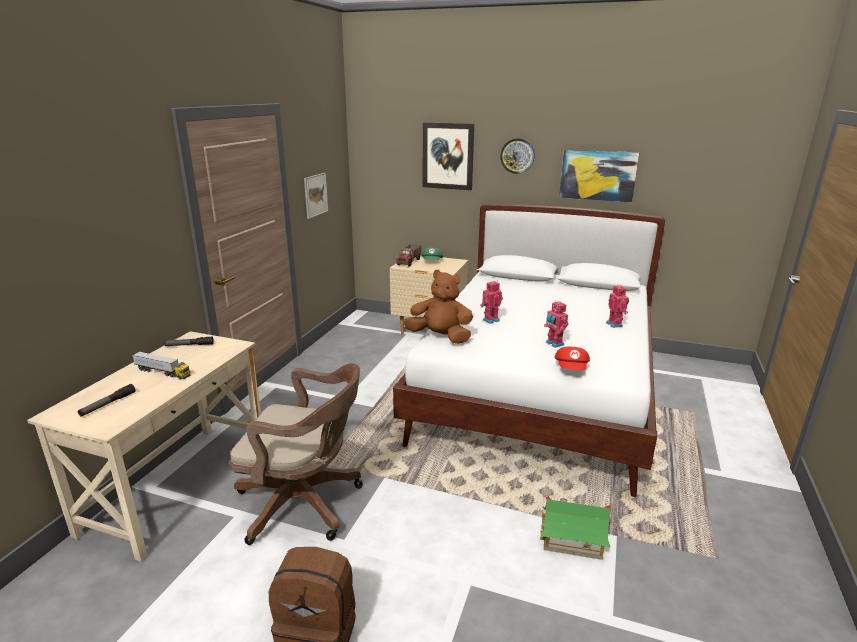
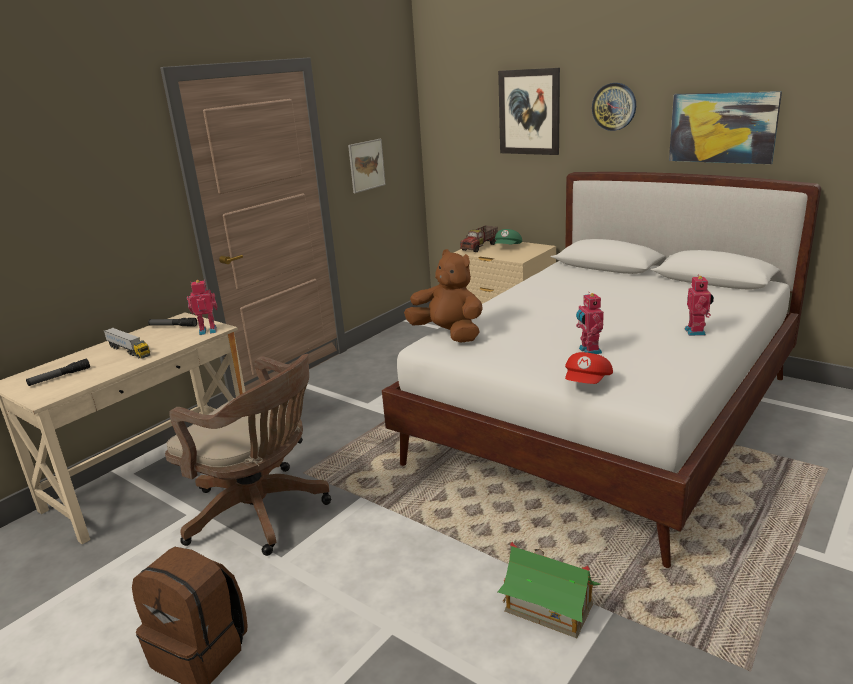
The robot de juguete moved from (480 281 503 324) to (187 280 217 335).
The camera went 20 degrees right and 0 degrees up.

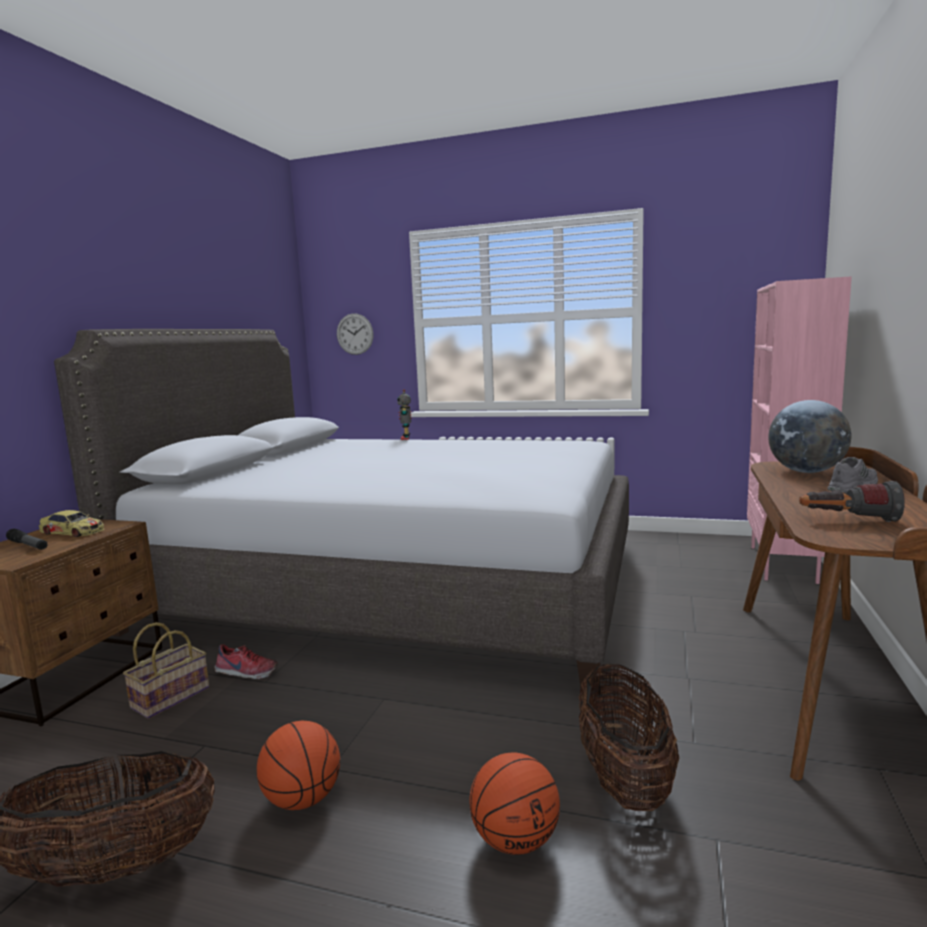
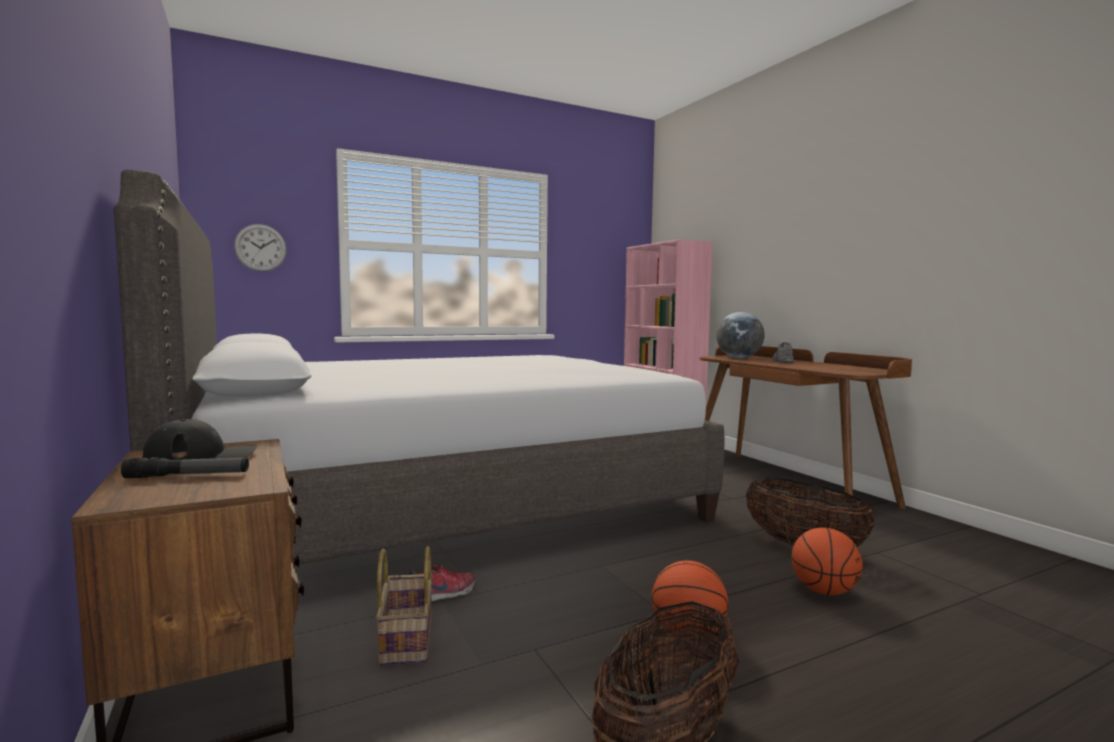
The robot de juguete at (397 389 412 440) disappeared.
The linterna at (799 481 905 522) disappeared.
The coche de juguete at (39 510 104 537) was replaced by the gorra (negro) at (142 419 257 460).
The camera went 45 degrees left and 5 degrees down.

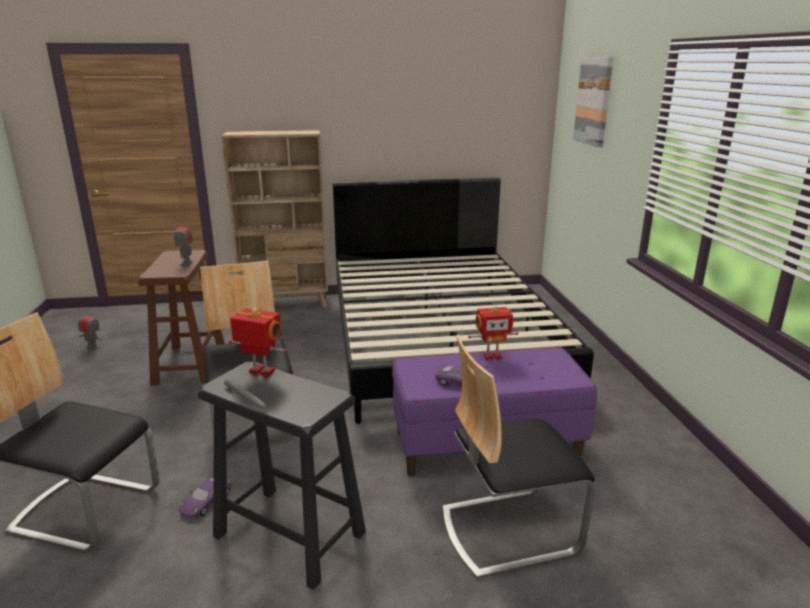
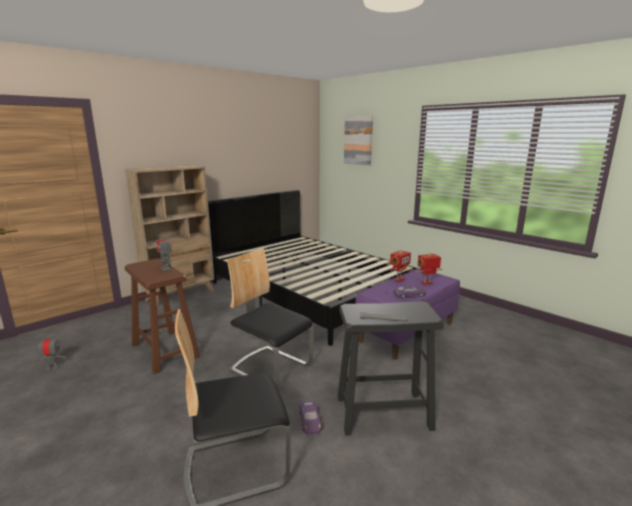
The silla at (443 335 595 579) disappeared.
The robot de juguete moved from (229 308 288 377) to (415 253 442 285).
The camera went 35 degrees left and 5 degrees down.

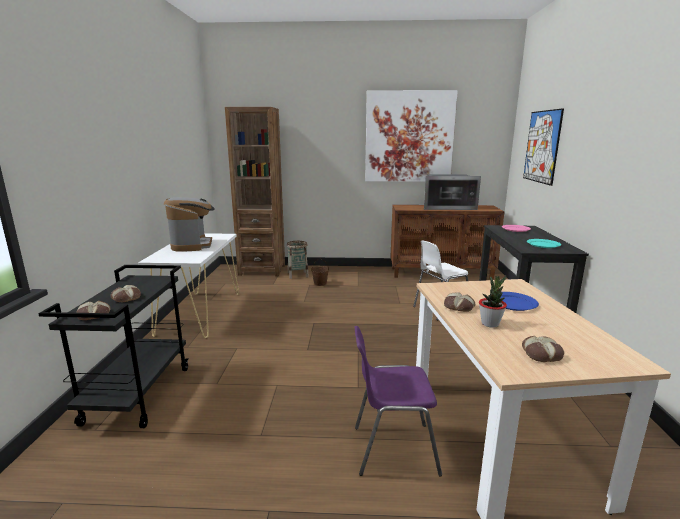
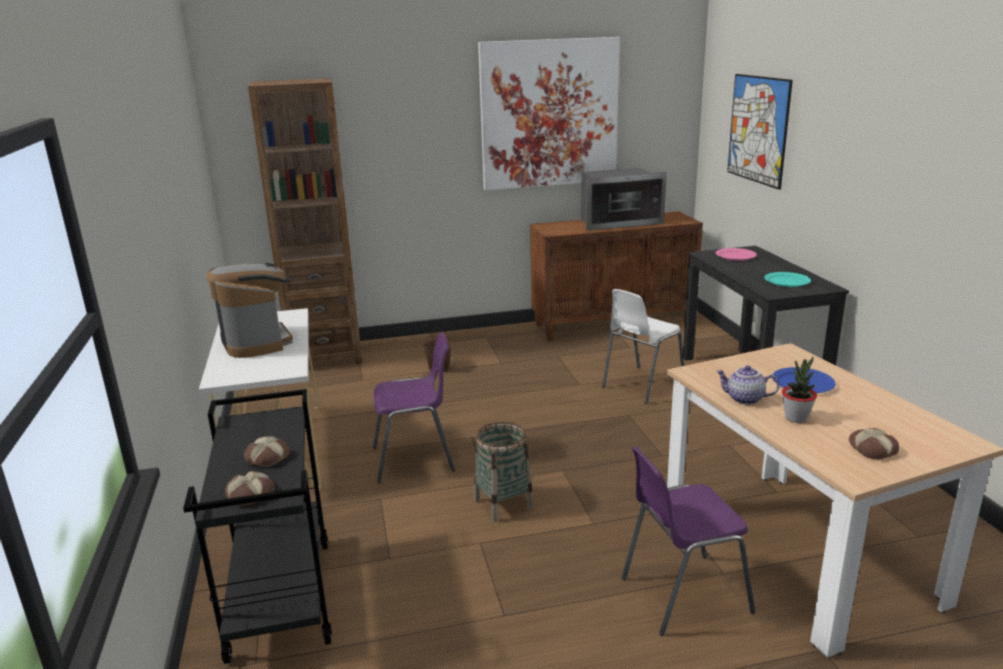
The silla (morado) at (373 333 455 483) appeared.
The cesta moved from (287 241 309 279) to (474 422 534 522).
The pan at (444 292 475 312) was replaced by the tetera at (716 366 779 405).
The camera went 15 degrees left and 5 degrees up.

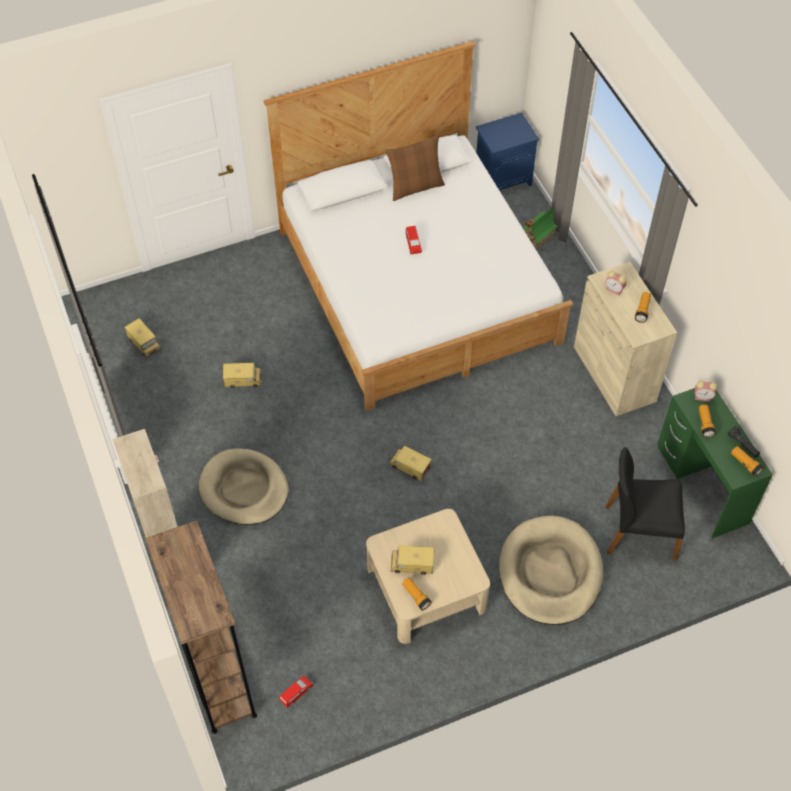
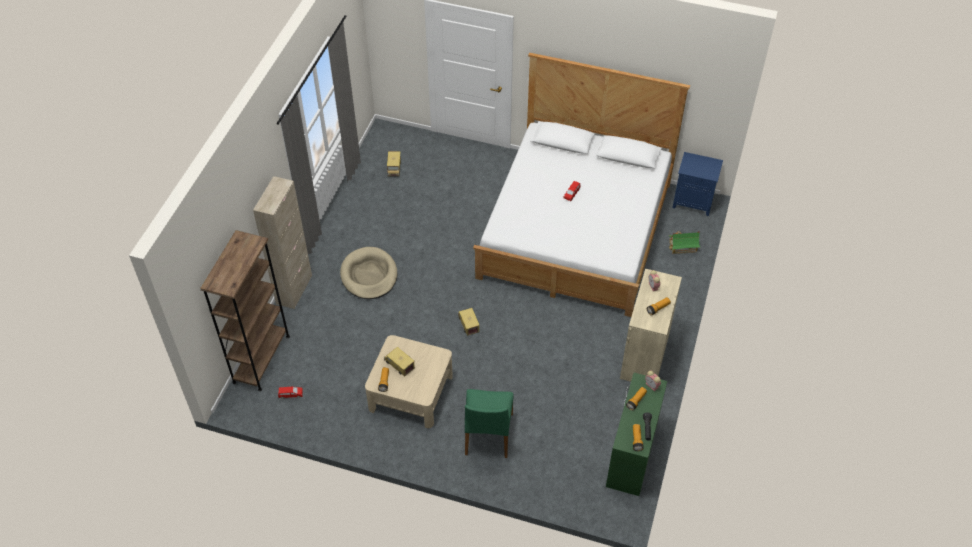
The camión de juguete at (223 363 261 388) disappeared.
The cojín (marrón) at (385 134 445 201) disappeared.
The silla (negro) at (606 447 685 561) disappeared.
The cama para perro (beis) at (499 516 603 625) was replaced by the silla (verde) at (465 389 514 458).
The camera went 40 degrees right and 5 degrees down.

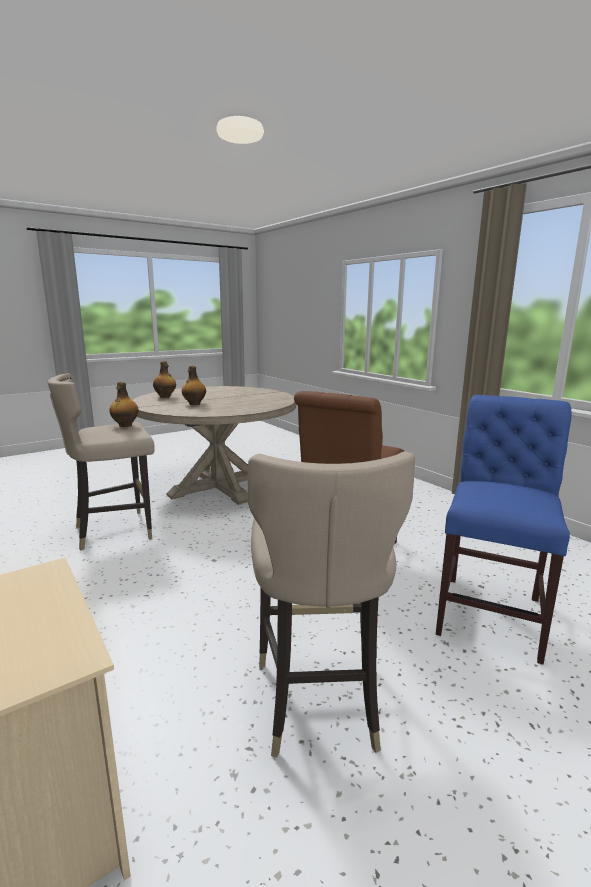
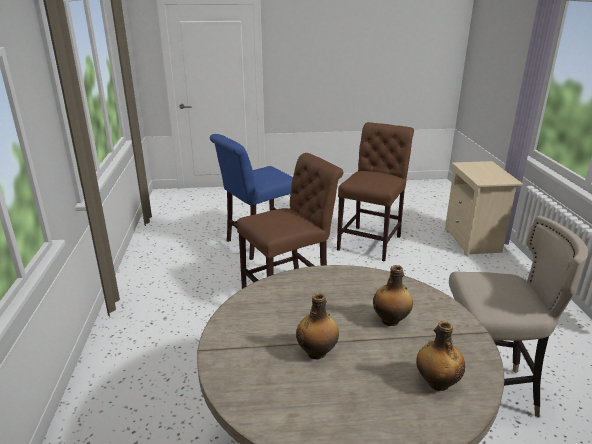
The botella moved from (109 382 139 427) to (296 293 339 359).
The taburete (beis) at (247 451 415 758) was replaced by the silla (marrón) at (337 122 414 262).
The camera went 150 degrees left and 10 degrees up.

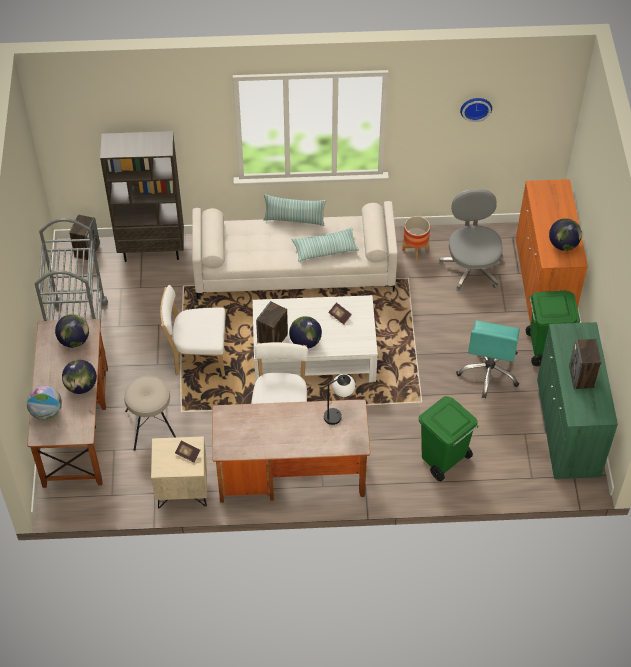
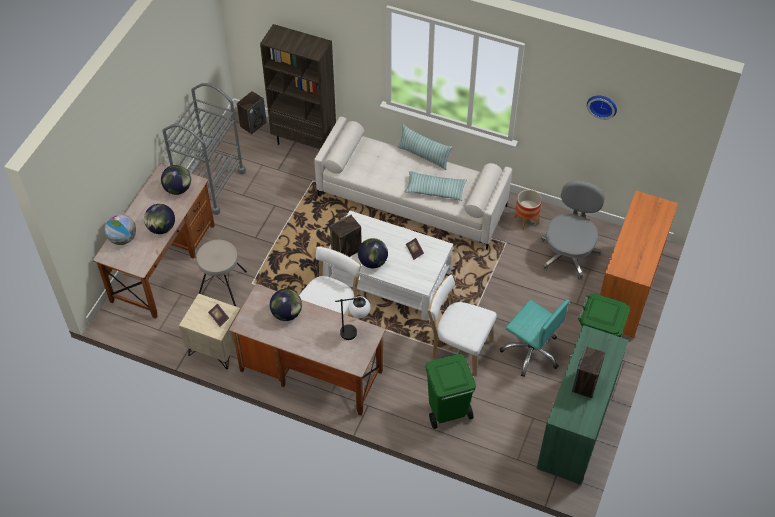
The silla (blanco) moved from (160 285 227 376) to (428 275 497 375).
The globo terráqueo moved from (549 218 582 251) to (270 289 302 321).
The silla de oficina (turquesa) at (456 320 520 398) turned 90 degrees counterclockwise.
The camera went 25 degrees right and 0 degrees up.

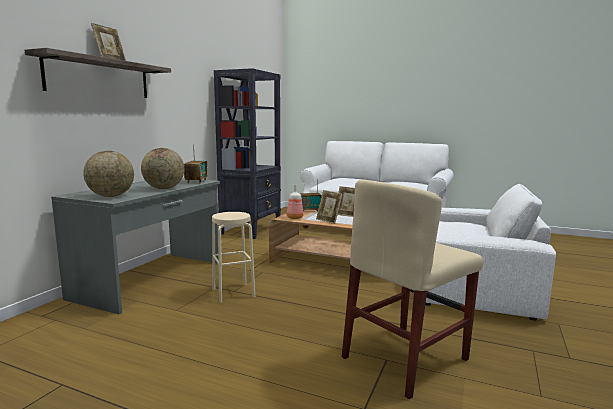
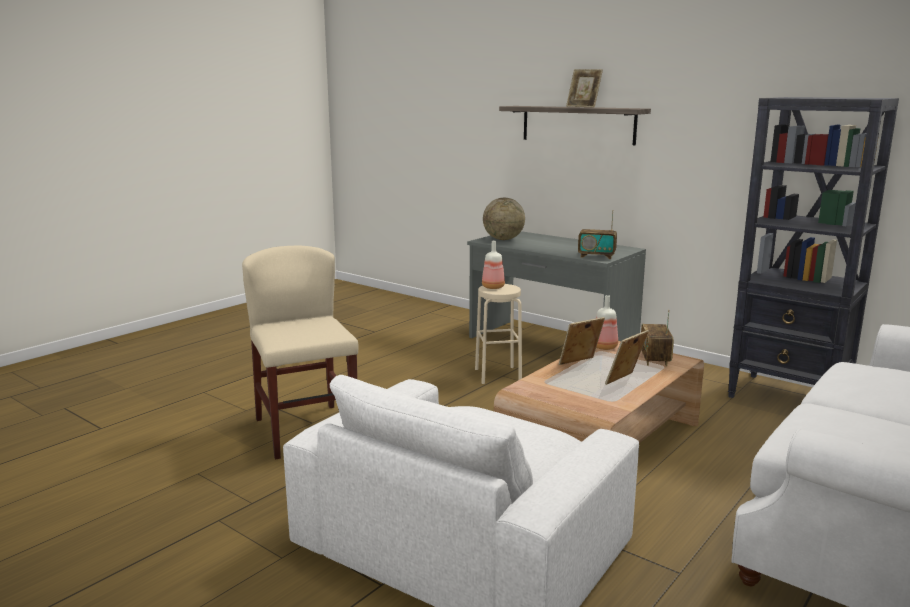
The globo terráqueo at (141 148 184 189) disappeared.
The botella at (482 241 505 289) appeared.
The camera went 105 degrees right and 5 degrees up.

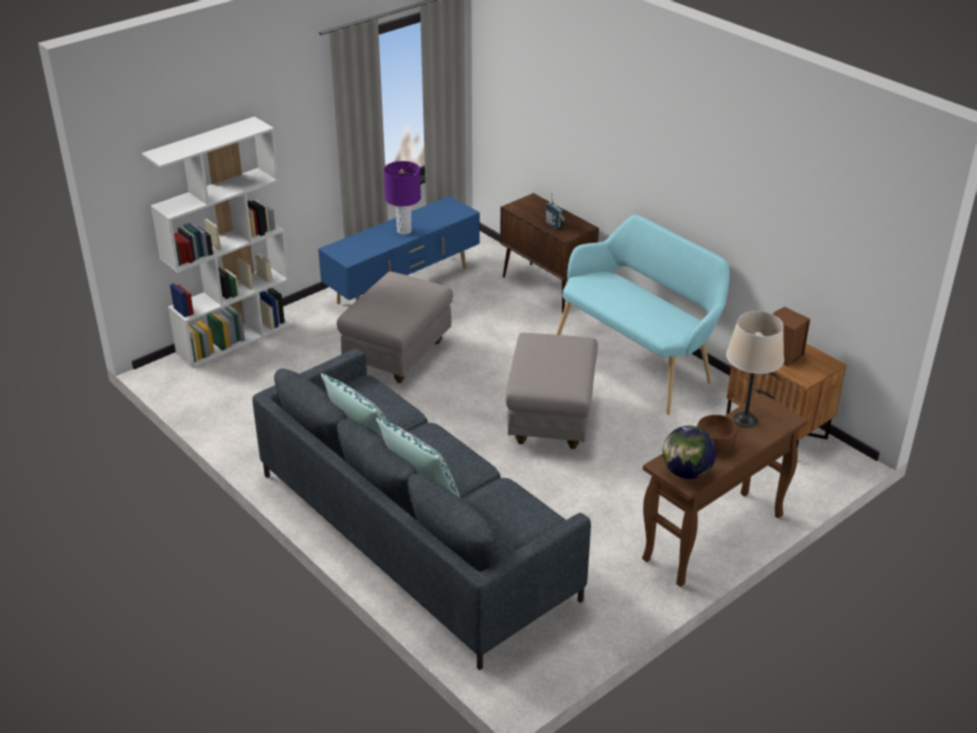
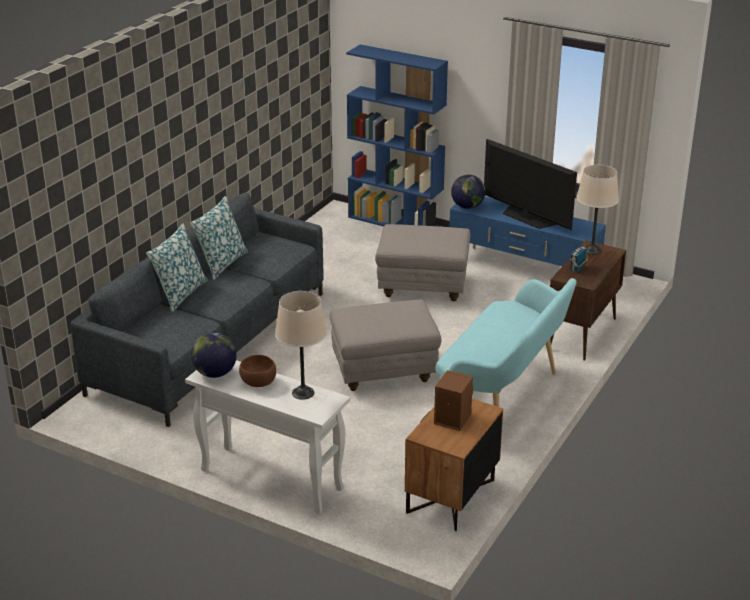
The globo terráqueo at (451 175 485 209) appeared.
The lámpara de mesa (beis) at (576 165 619 255) appeared.
The lámpara de mesa (morado) at (384 161 421 234) was replaced by the televisor at (484 139 577 230).
The estantería (blanco) at (142 116 294 368) became the estantería (azul) at (346 45 448 227).
The mesa consola (marrón) at (642 393 808 587) became the mesa consola (blanco) at (185 360 350 514).
The camera went 70 degrees right and 5 degrees down.

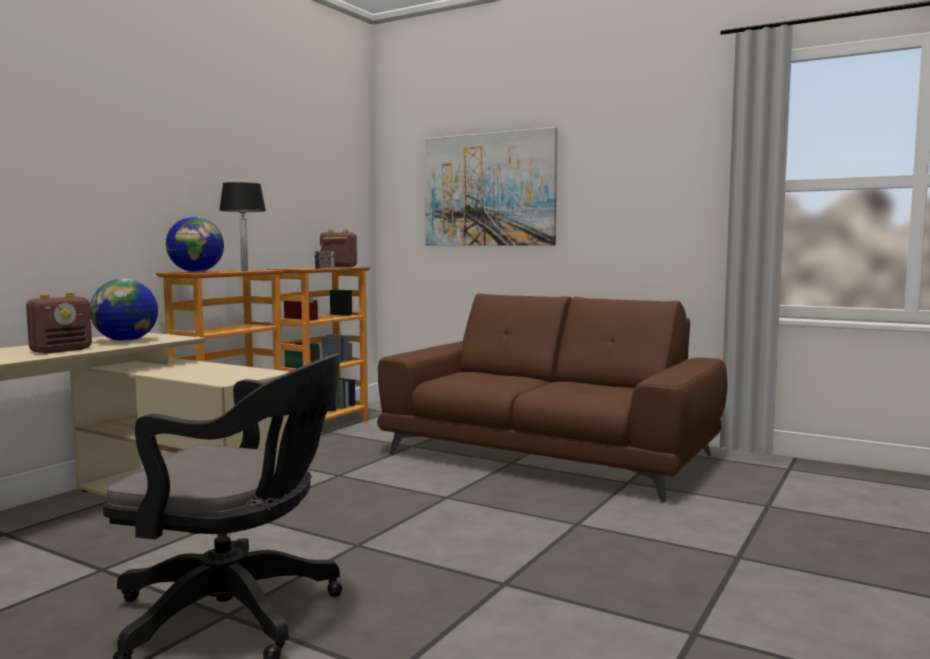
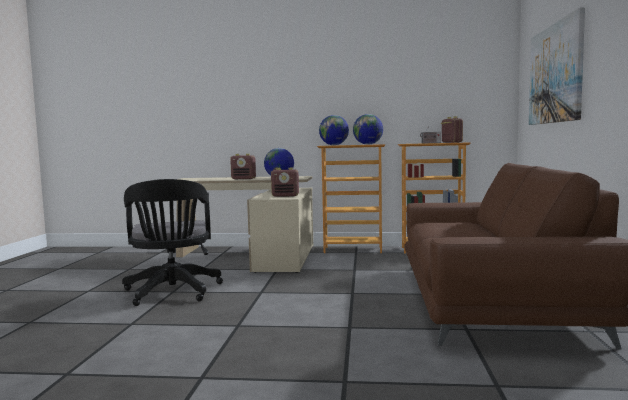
The radio at (271 168 299 197) appeared.
The lámpara de mesa at (219 182 266 271) was replaced by the globo terráqueo at (353 114 383 145).
The camera went 65 degrees right and 0 degrees up.

